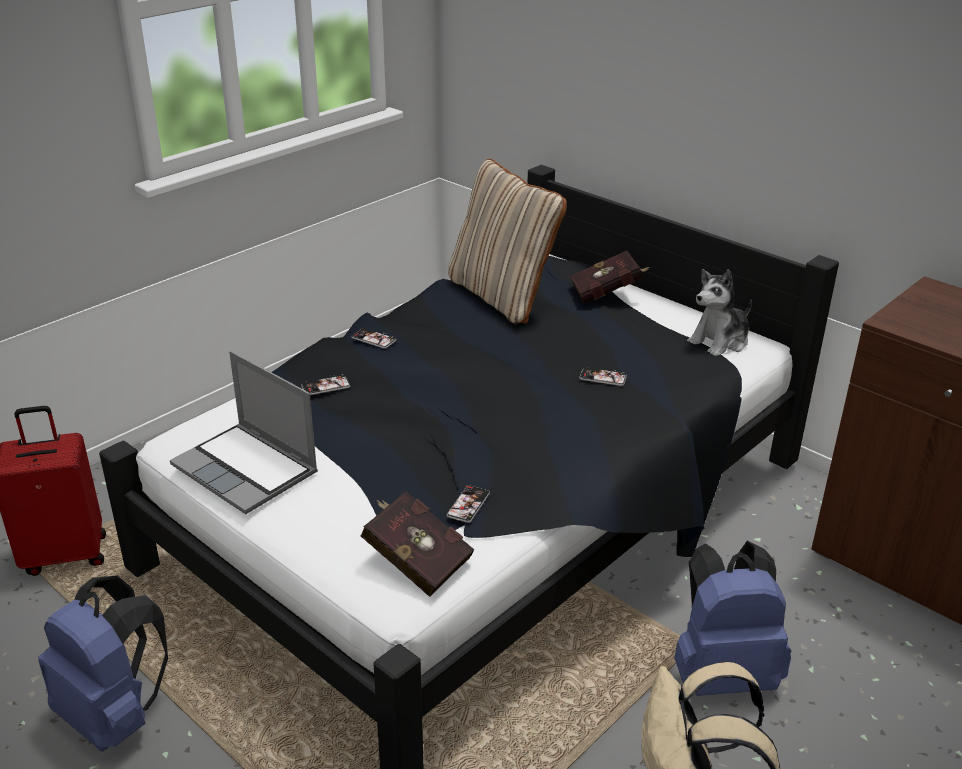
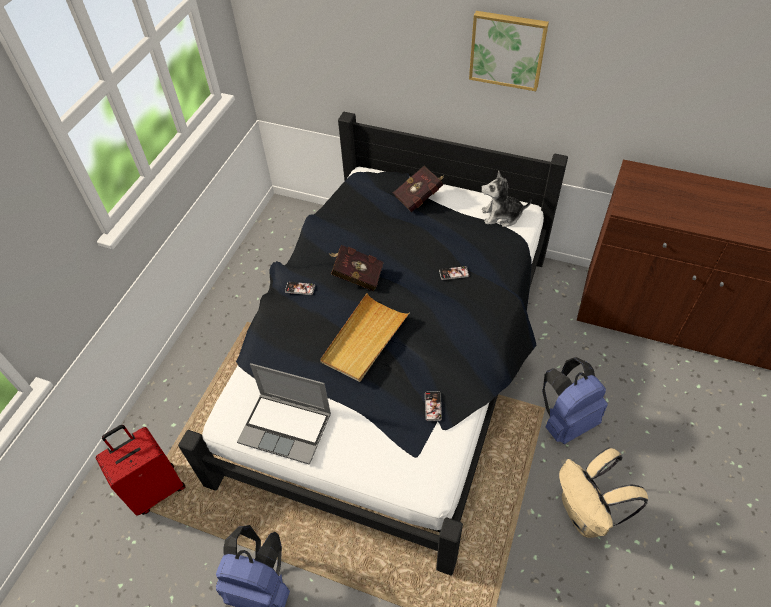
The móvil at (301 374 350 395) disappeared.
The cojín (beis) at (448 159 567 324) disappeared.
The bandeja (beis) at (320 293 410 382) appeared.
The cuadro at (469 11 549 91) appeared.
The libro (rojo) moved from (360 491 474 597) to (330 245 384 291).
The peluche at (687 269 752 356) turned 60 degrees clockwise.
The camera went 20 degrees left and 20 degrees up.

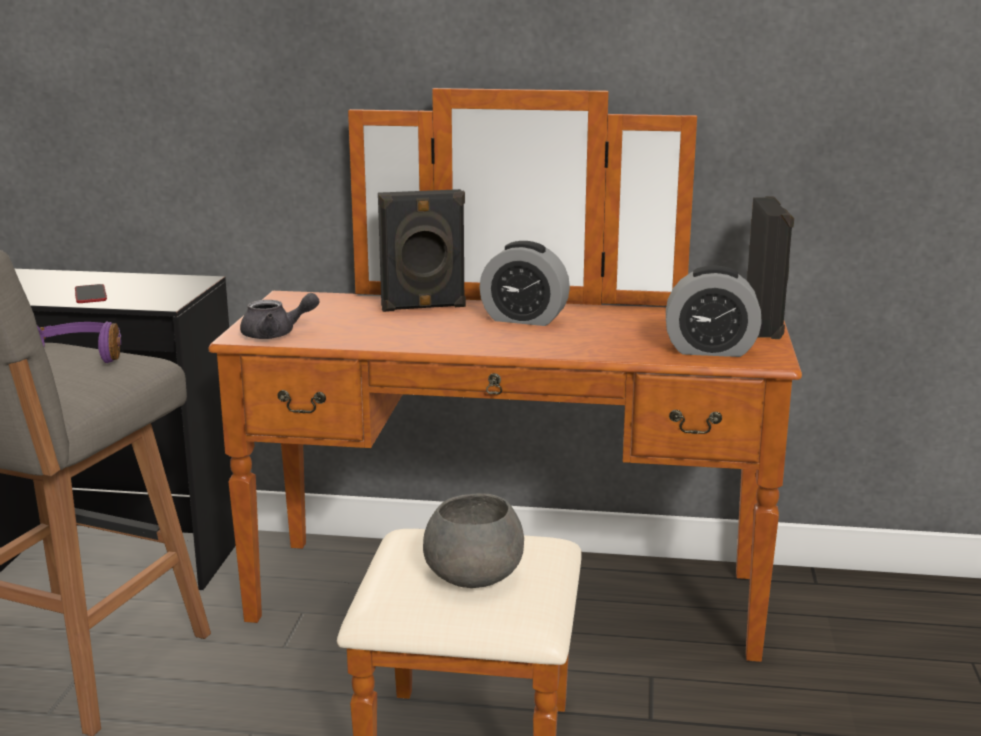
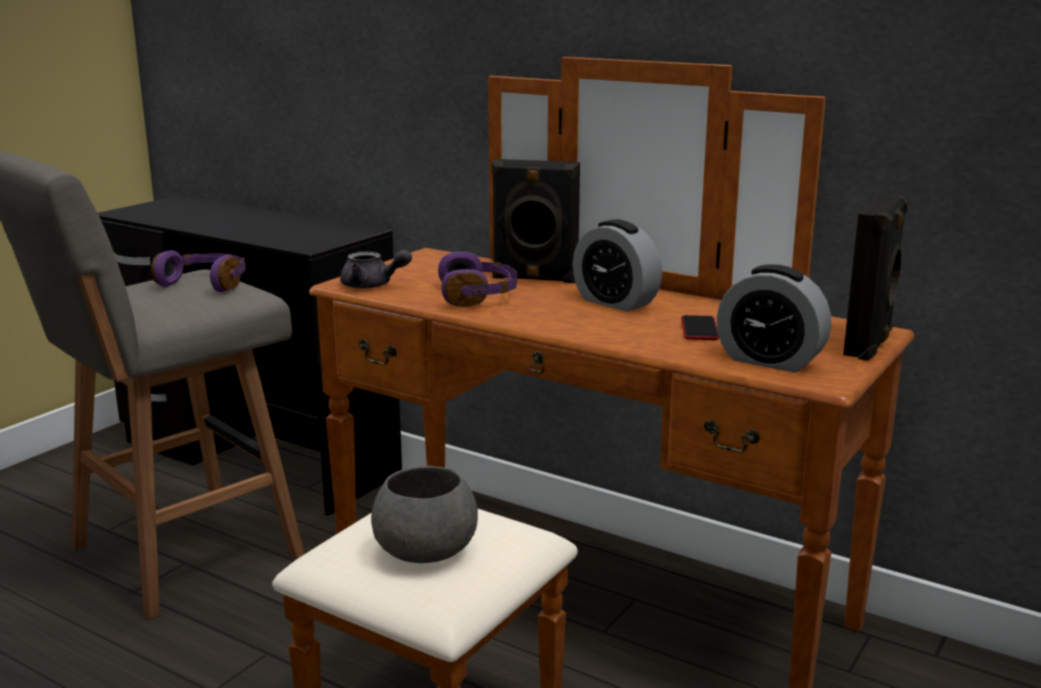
The auriculares (morado) at (438 252 517 307) appeared.
The móvil moved from (75 284 107 303) to (681 315 719 340).
The camera went 25 degrees right and 0 degrees up.

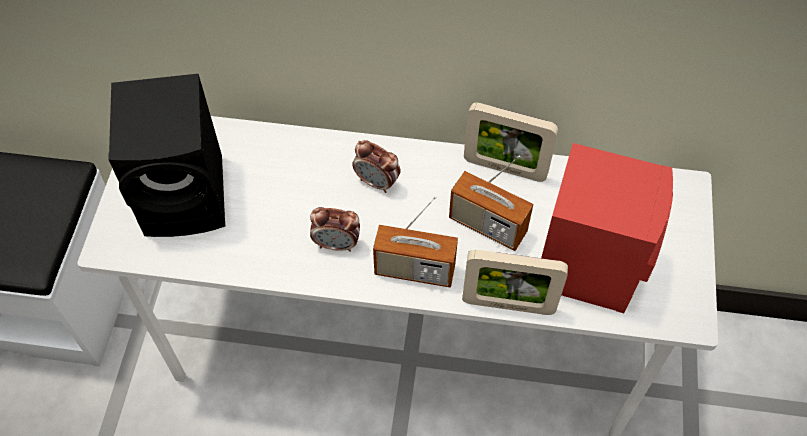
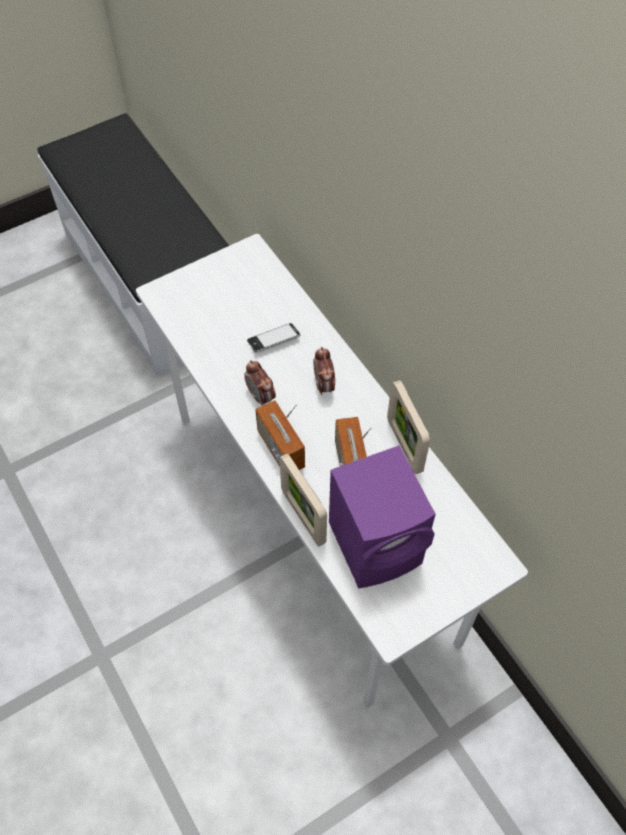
The altavoz (negro) at (108 74 225 237) disappeared.
The móvil at (247 323 300 352) appeared.
The altavoz (rojo) at (541 143 673 313) became the altavoz (morado) at (329 445 436 588).
The camera went 50 degrees right and 0 degrees up.

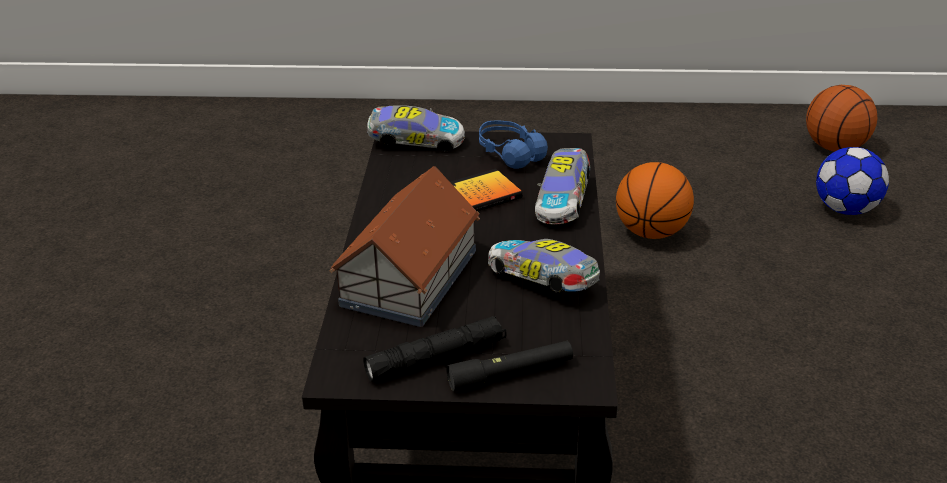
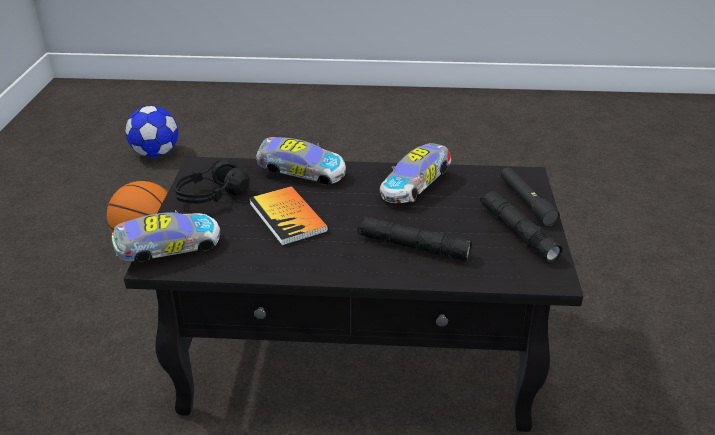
The balón de baloncesto at (806 85 877 152) disappeared.
The casita at (330 166 480 327) was replaced by the linterna (negro) at (357 217 472 261).
The auriculares (azul) at (479 120 548 169) became the auriculares (negro) at (175 159 250 204).
The coche de juguete at (367 105 465 151) turned 60 degrees clockwise.
The camera went 90 degrees left and 0 degrees up.

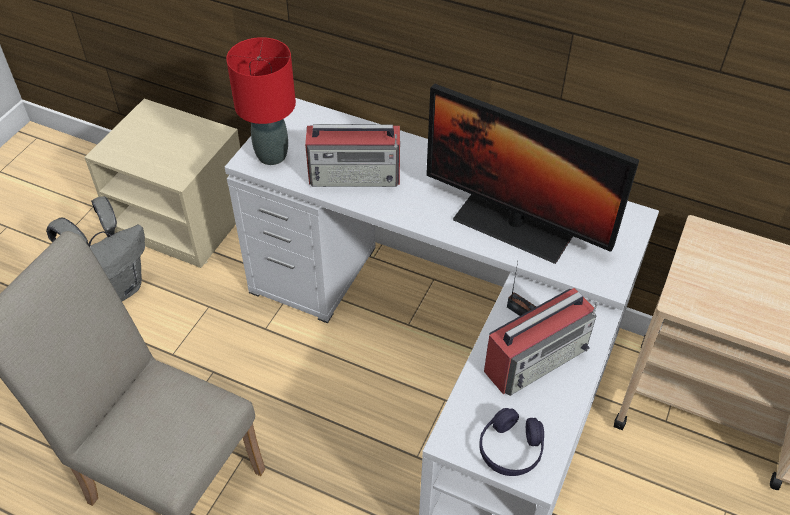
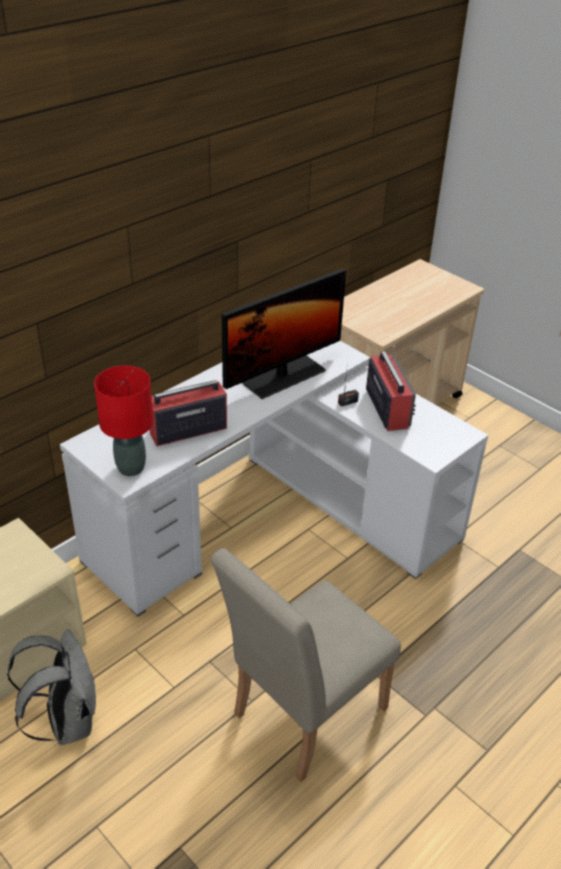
The auriculares (morado) at (479 408 544 476) disappeared.
The radio at (305 124 400 187) turned 135 degrees counterclockwise.
The camera went 70 degrees left and 10 degrees down.

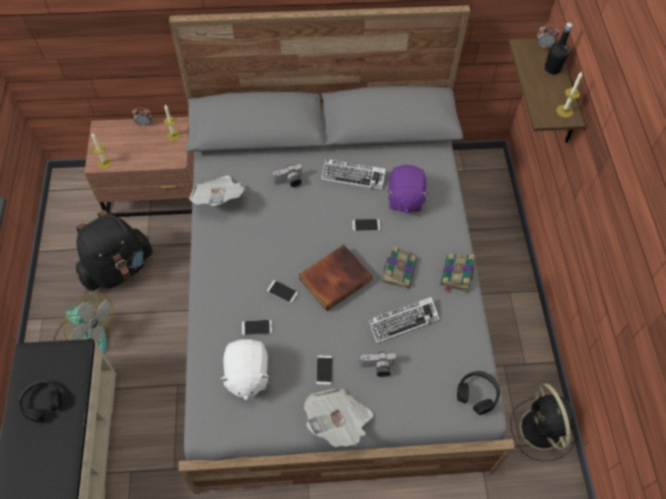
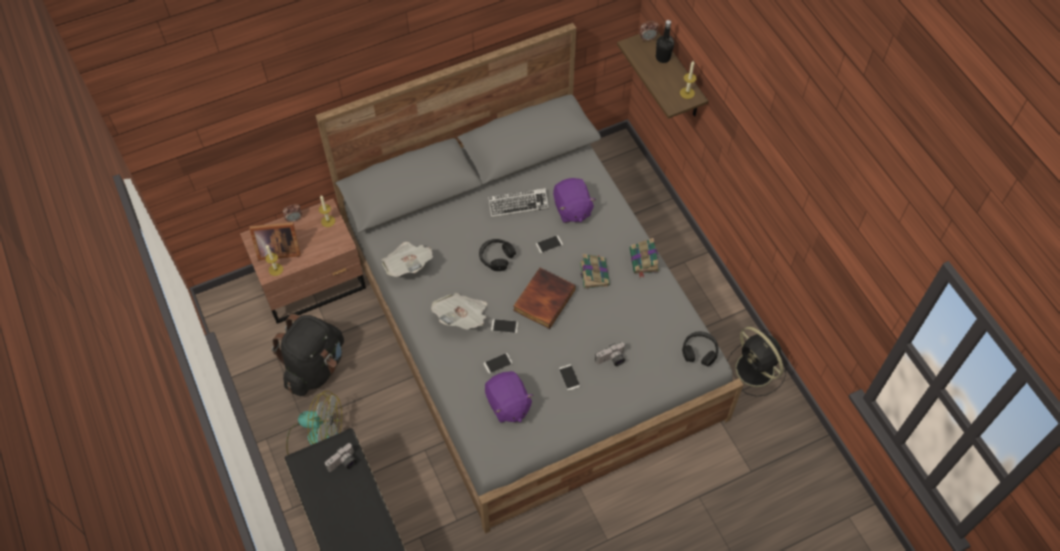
The teclado at (368 297 440 343) disappeared.
The portarretratos at (249 222 301 260) appeared.
The auriculares (negro) moved from (18 380 62 423) to (479 239 516 271).
The cámara moved from (273 164 303 187) to (325 443 357 472).
The periódico moved from (304 389 373 447) to (431 293 487 330).
The peluche (blanco) at (220 339 270 400) became the peluche (morado) at (485 371 534 423).
The camera went 20 degrees left and 0 degrees up.

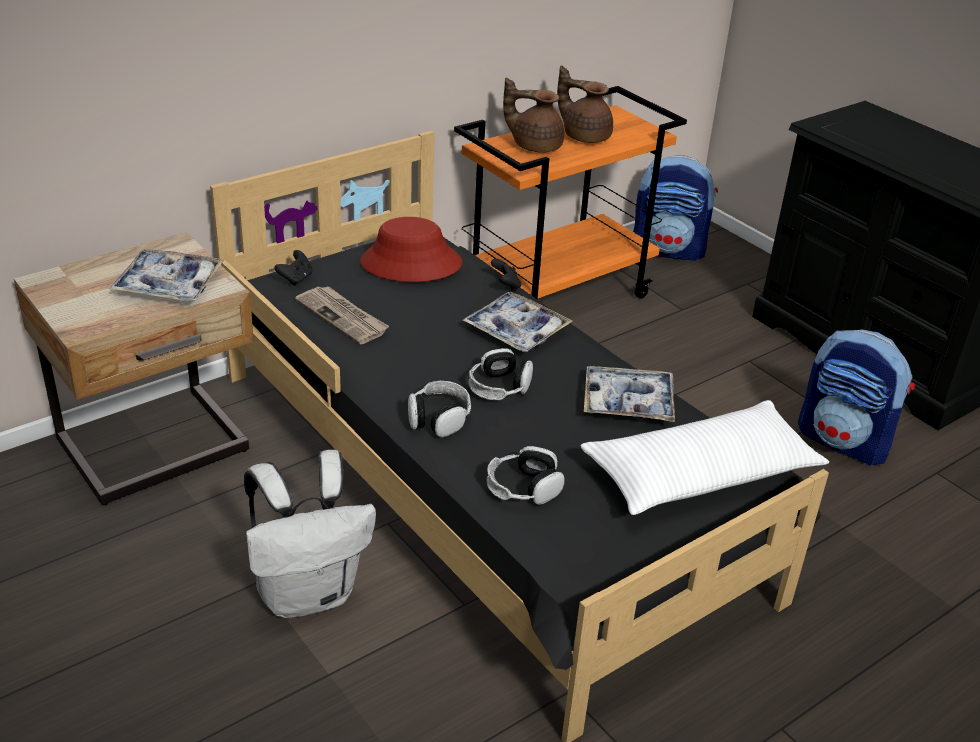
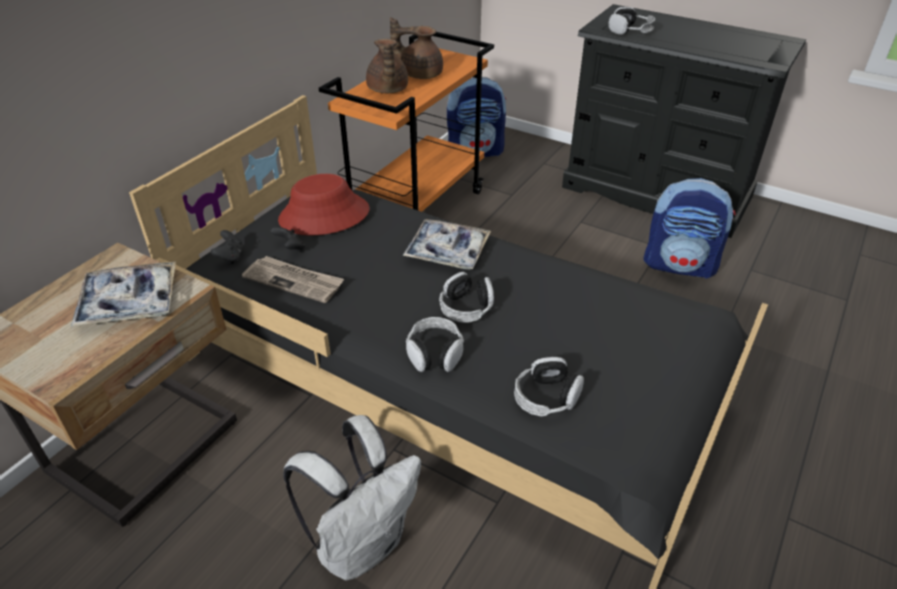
The cojín (blanco) at (581 400 829 515) disappeared.
The bandeja at (584 366 675 422) disappeared.
The auriculares at (608 7 656 35) appeared.
The mando de consola (negro) moved from (491 259 521 291) to (270 226 305 252).
The tetera (marrón) at (503 77 564 153) turned 90 degrees counterclockwise.
The camera went 20 degrees left and 5 degrees up.

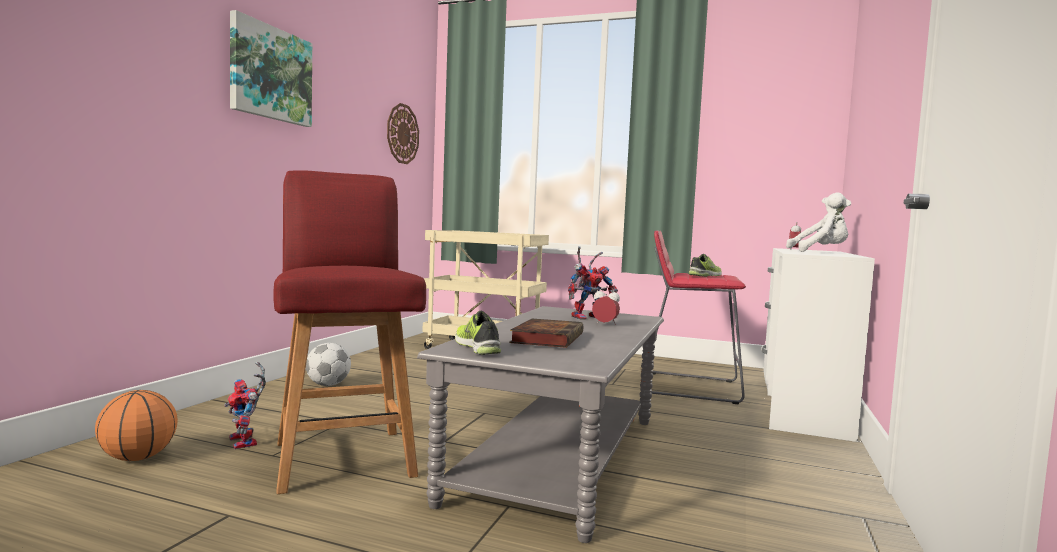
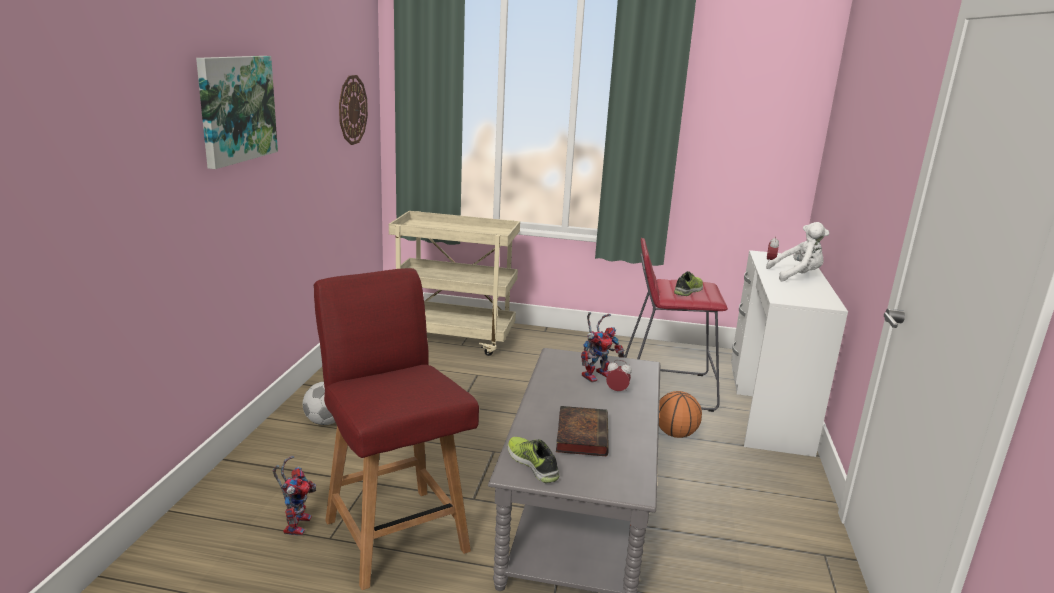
The balón de baloncesto moved from (95 390 178 461) to (659 391 702 438).
The robot de juguete at (224 362 266 449) turned 135 degrees counterclockwise.
The camera went 10 degrees left and 15 degrees up.

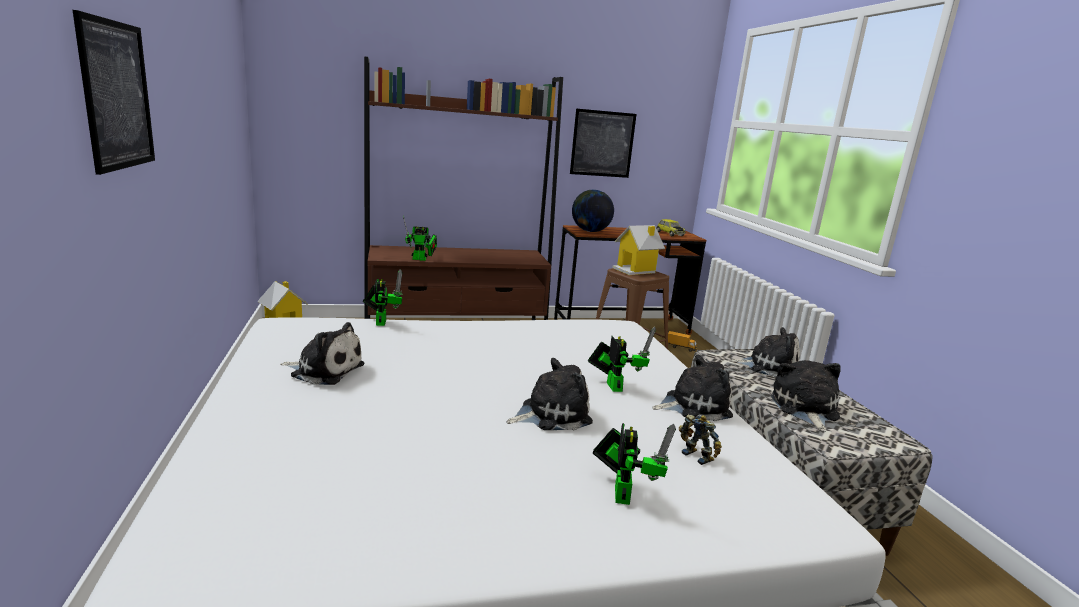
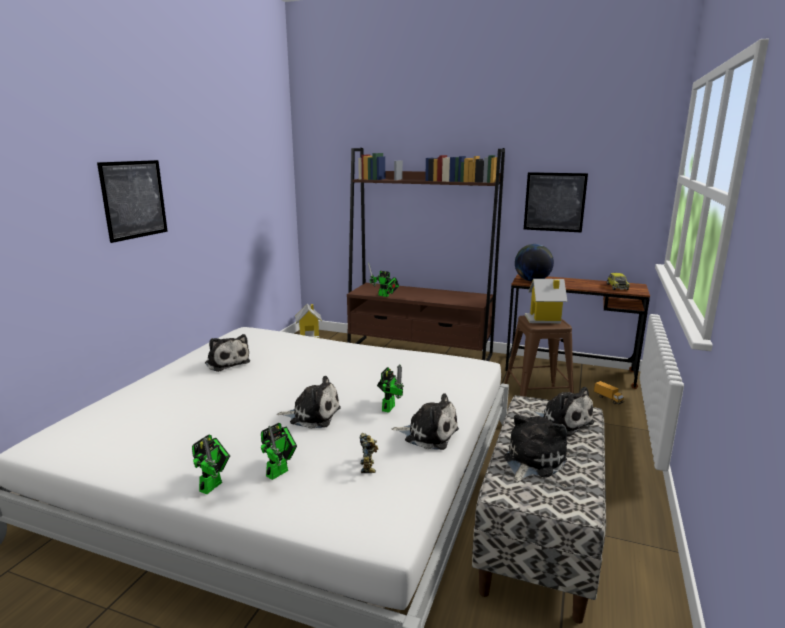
The robot de juguete moved from (363 269 403 326) to (192 435 230 494).
The camera went 35 degrees right and 0 degrees up.

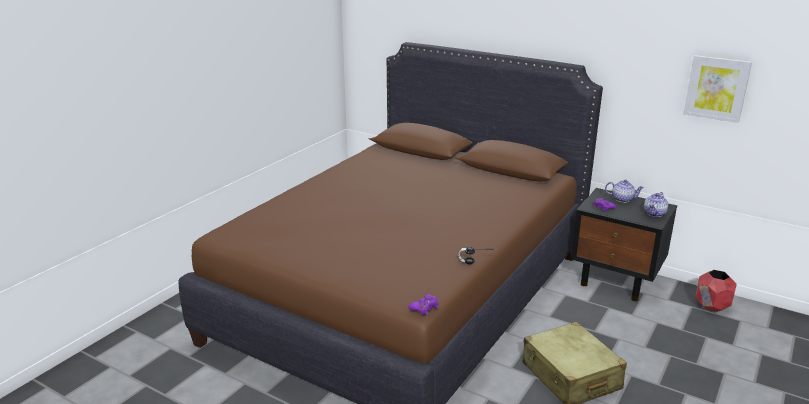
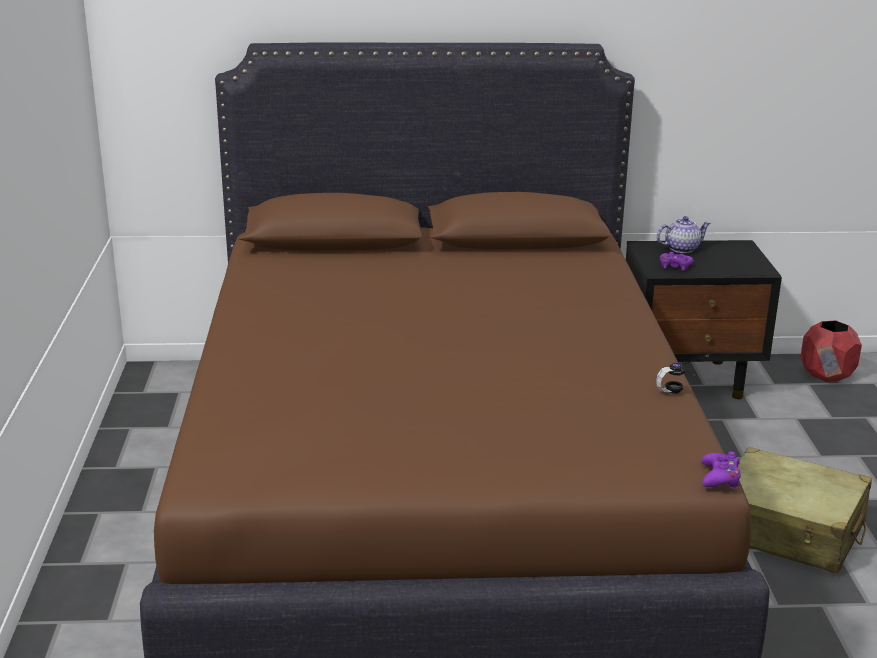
The tetera at (644 192 668 217) disappeared.
The cuadro at (683 55 752 123) disappeared.
The camera went 35 degrees left and 0 degrees up.

